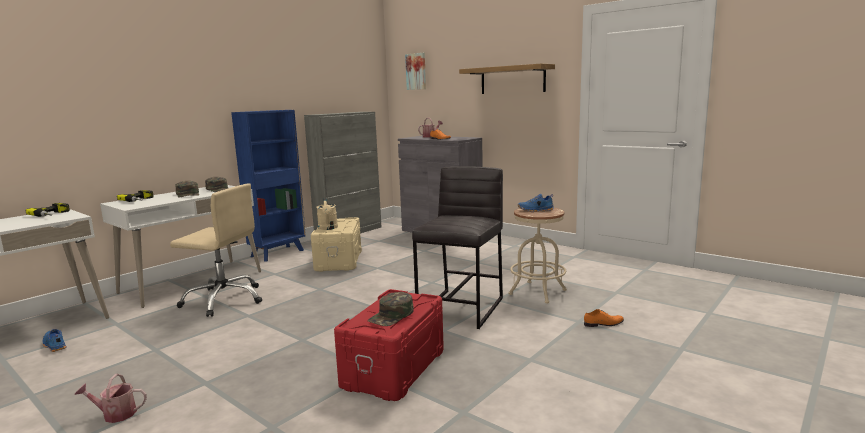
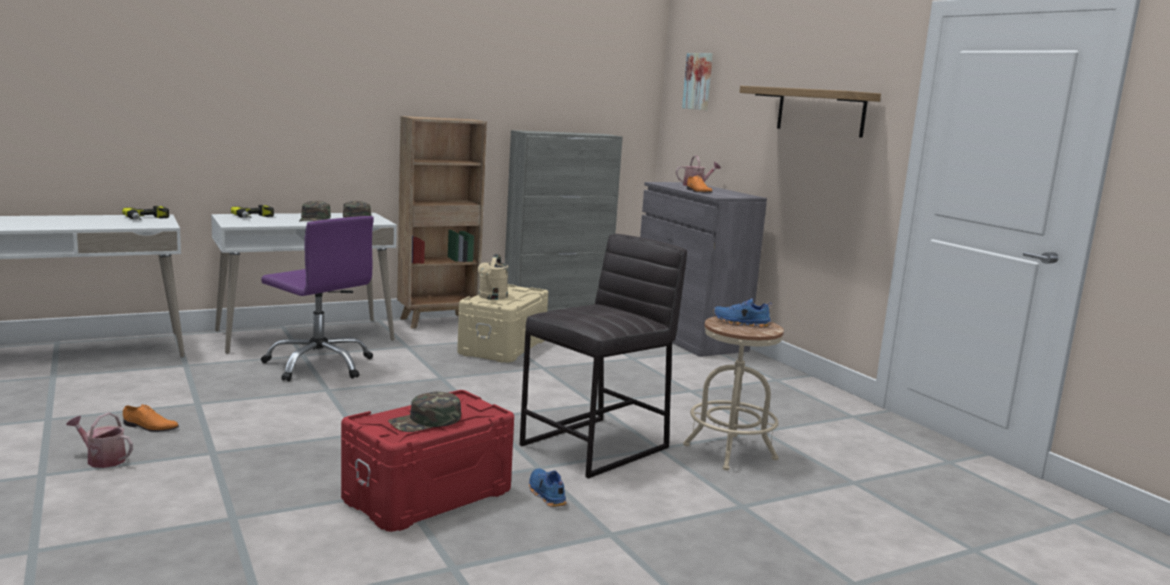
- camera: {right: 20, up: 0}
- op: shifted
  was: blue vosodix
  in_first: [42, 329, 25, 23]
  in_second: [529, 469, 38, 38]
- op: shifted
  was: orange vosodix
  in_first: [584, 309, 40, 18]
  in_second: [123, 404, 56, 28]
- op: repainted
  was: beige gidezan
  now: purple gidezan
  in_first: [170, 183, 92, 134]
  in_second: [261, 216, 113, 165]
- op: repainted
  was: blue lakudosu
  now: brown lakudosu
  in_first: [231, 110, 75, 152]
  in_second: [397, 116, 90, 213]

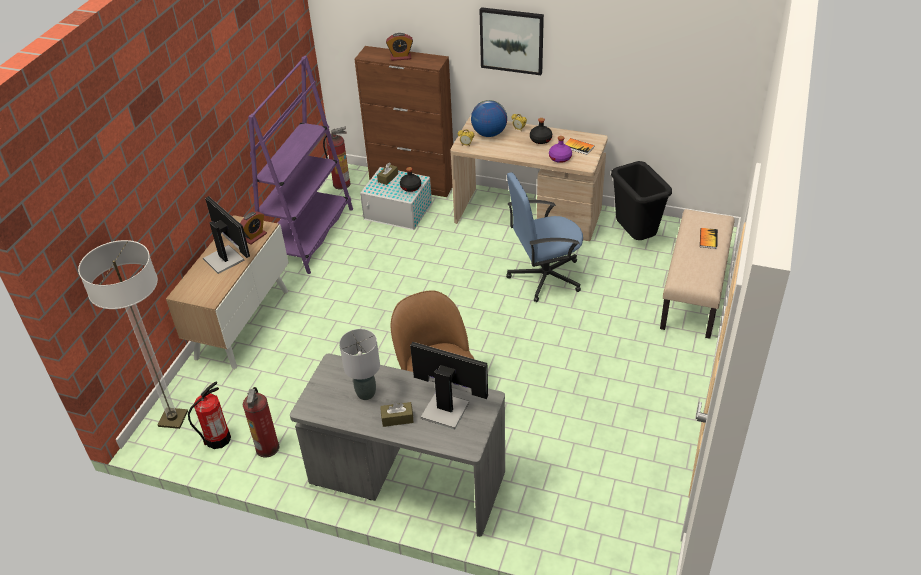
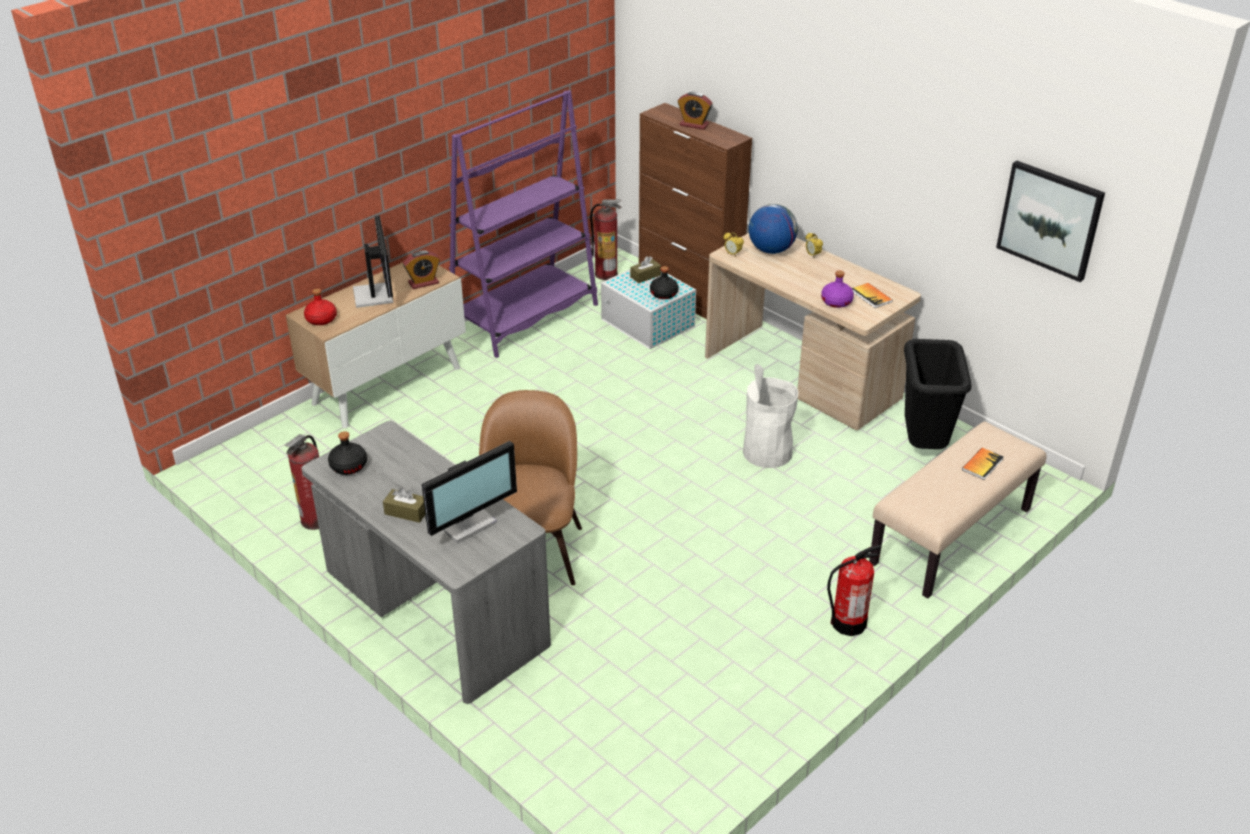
- camera: {right: 25, up: -5}
- op: gone
  was: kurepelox
  in_first: [78, 240, 110, 189]
- op: gone
  was: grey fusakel
  in_first: [339, 329, 41, 71]
- op: new
  now: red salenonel
  in_second: [304, 288, 33, 37]
- op: shifted
  was: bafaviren
  in_first: [188, 381, 43, 68]
  in_second: [827, 545, 55, 91]
- op: shifted
  was: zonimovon
  in_first: [480, 7, 64, 68]
  in_second: [996, 161, 109, 121]
- op: shifted
  was: black salenonel
  in_first: [530, 118, 22, 26]
  in_second: [328, 431, 39, 44]
- op: swapped
  was: blue gidezan
  now: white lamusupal
  in_first: [506, 172, 77, 130]
  in_second: [743, 364, 55, 104]
- op: rotated
  was: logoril
  in_first: [410, 342, 78, 87]
  in_second: [422, 441, 95, 102]
  clockwise: 90

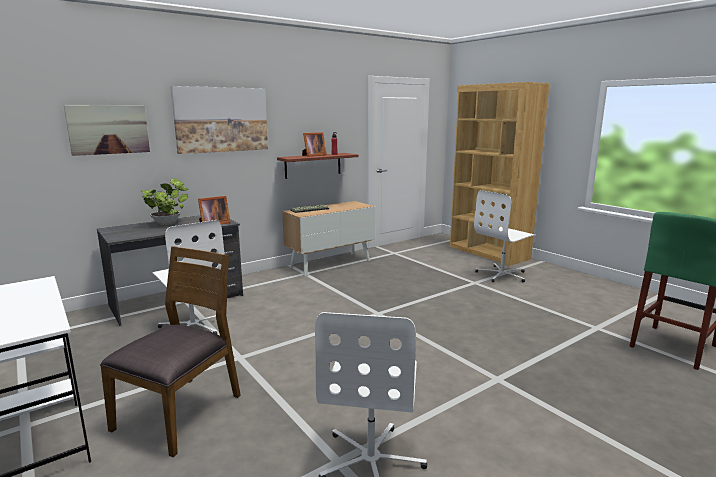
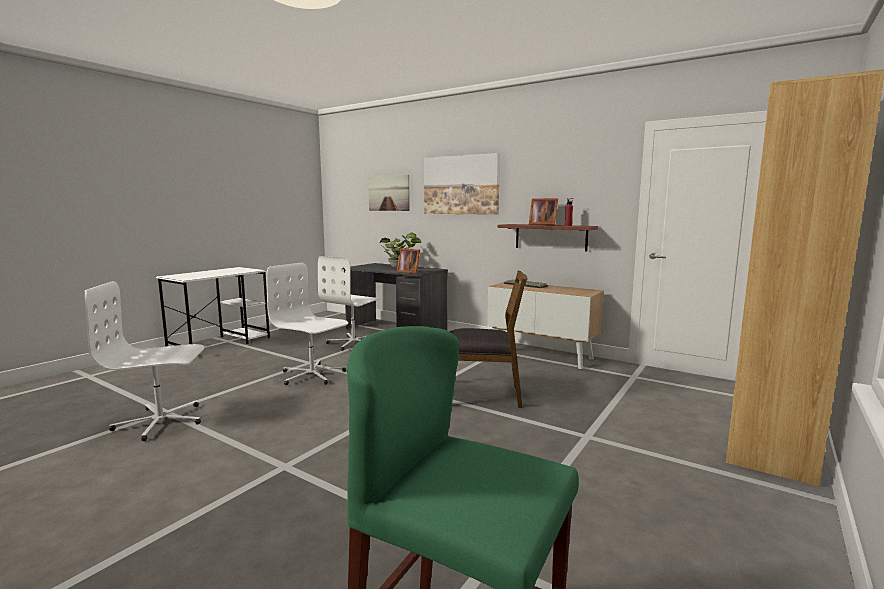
- camera: {right: 70, up: -5}
- op: shifted
  was: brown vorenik
  in_first: [100, 246, 141, 211]
  in_second: [449, 270, 78, 138]
- op: shifted
  was: white gidezan
  in_first: [474, 190, 62, 92]
  in_second: [266, 263, 82, 122]

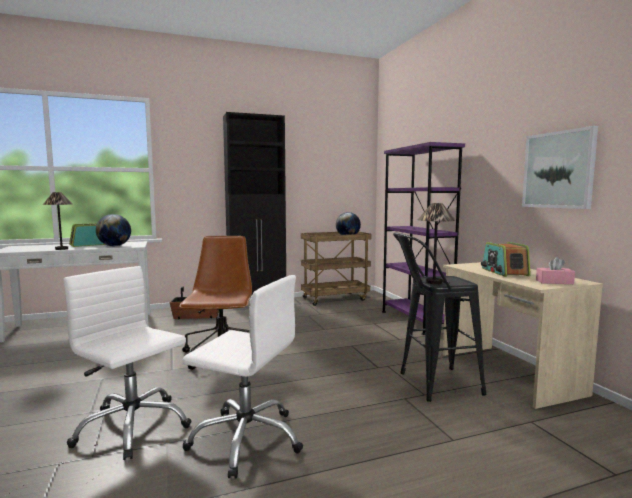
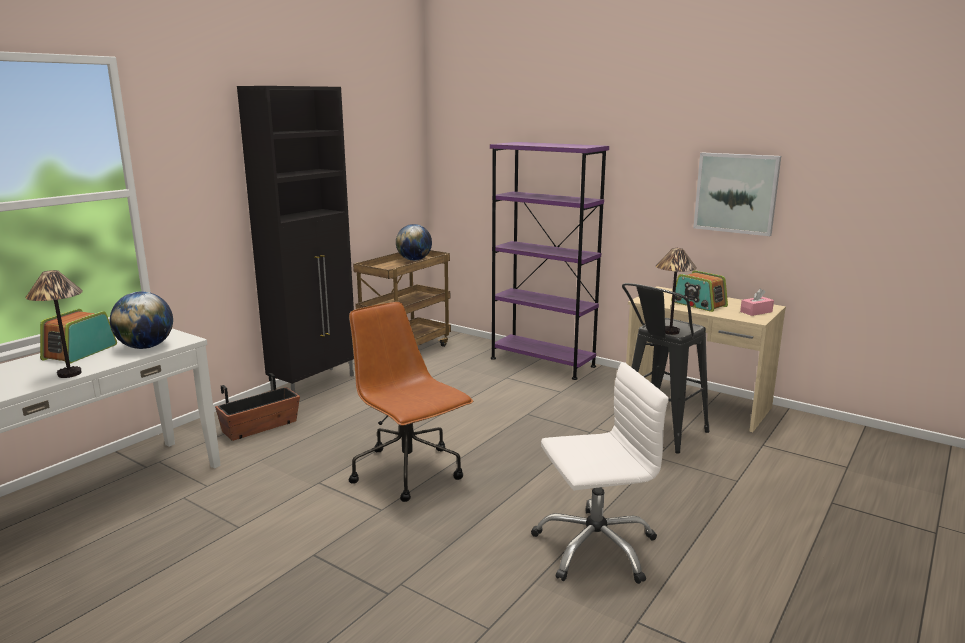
- camera: {right: -35, up: 10}
- op: gone
  was: white gidezan
  in_first: [63, 266, 129, 194]

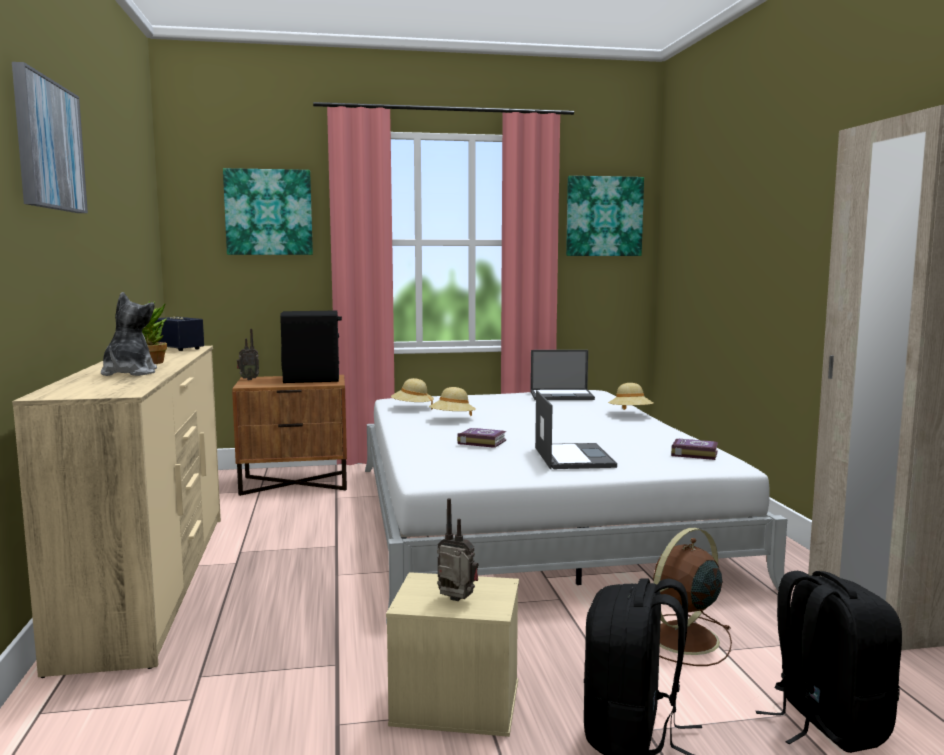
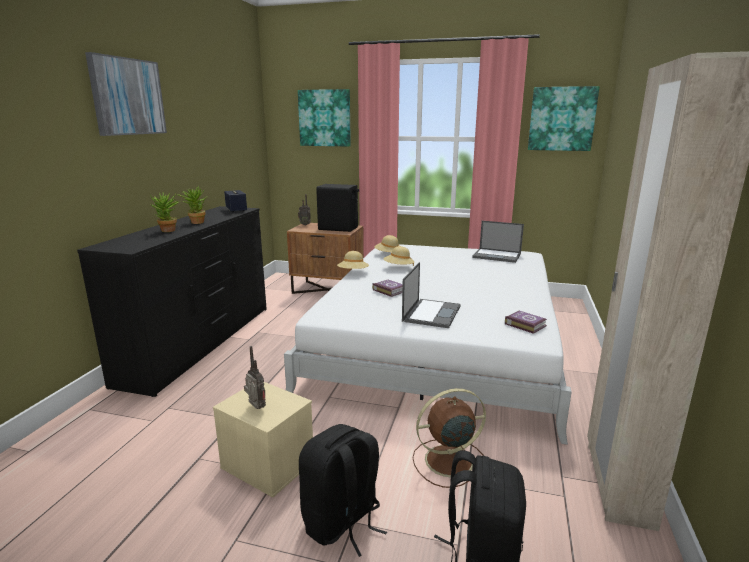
- camera: {right: 25, up: 10}
- op: shifted
  was: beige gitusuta
  in_first: [608, 383, 46, 27]
  in_second: [337, 251, 32, 18]
- op: swapped
  was: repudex
  now: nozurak
  in_first: [101, 292, 56, 84]
  in_second: [150, 192, 29, 40]
- op: repainted
  was: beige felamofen
  now: black felamofen
  in_first: [12, 346, 209, 332]
  in_second: [77, 206, 190, 191]

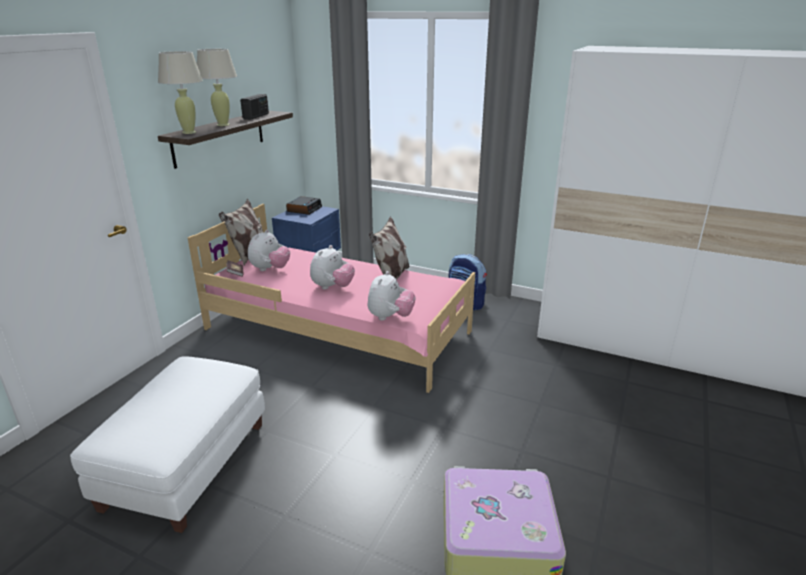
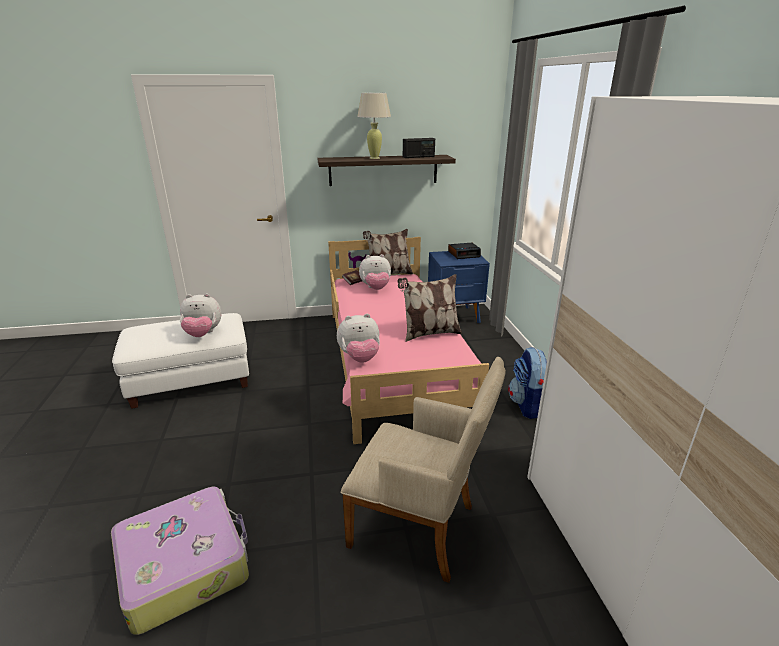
- camera: {right: 55, up: 0}
- op: gone
  was: beige fusakel
  in_first: [158, 51, 45, 83]
- op: new
  now: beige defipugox
  in_second: [341, 357, 165, 226]
- op: shifted
  was: repudex
  in_first: [310, 245, 45, 45]
  in_second: [180, 293, 42, 44]

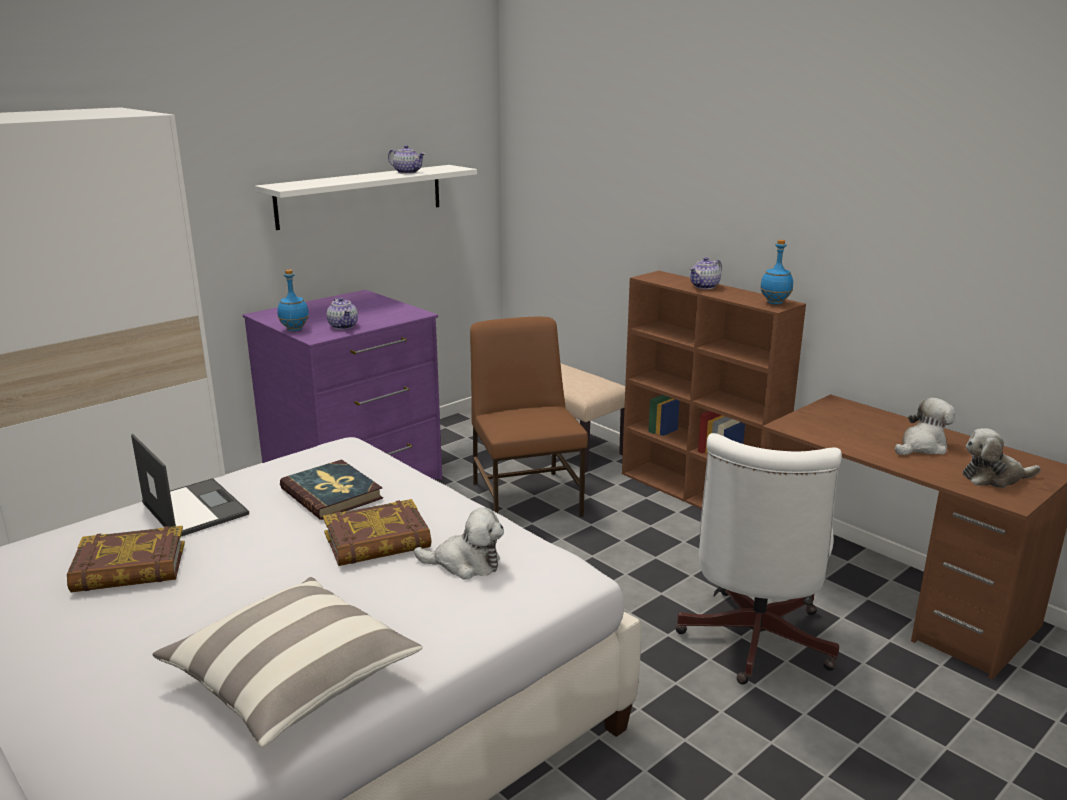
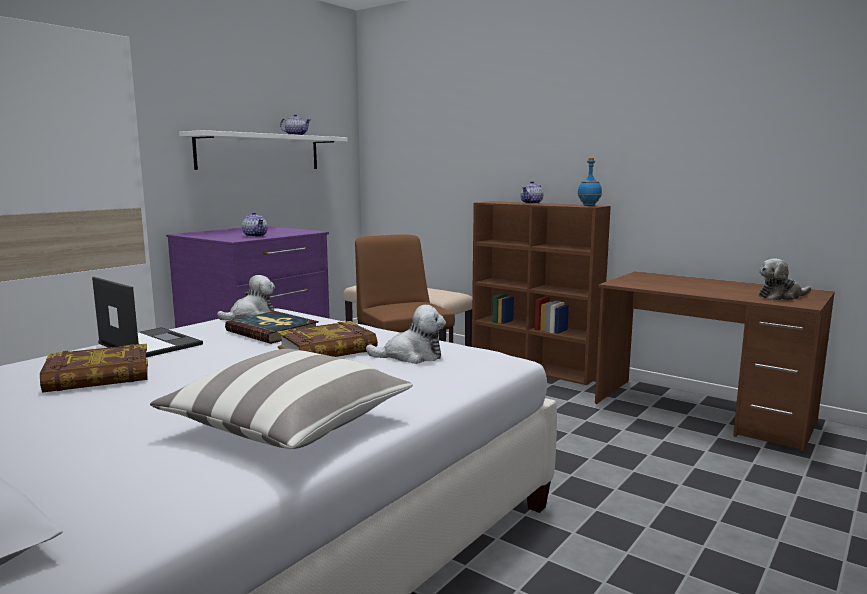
- camera: {right: -10, up: -10}
- op: gone
  was: blue salenonel
  in_first: [277, 270, 32, 61]
- op: gone
  was: white gidezan
  in_first: [675, 433, 167, 252]
- op: shifted
  was: repudex
  in_first: [895, 398, 60, 57]
  in_second: [217, 275, 58, 45]

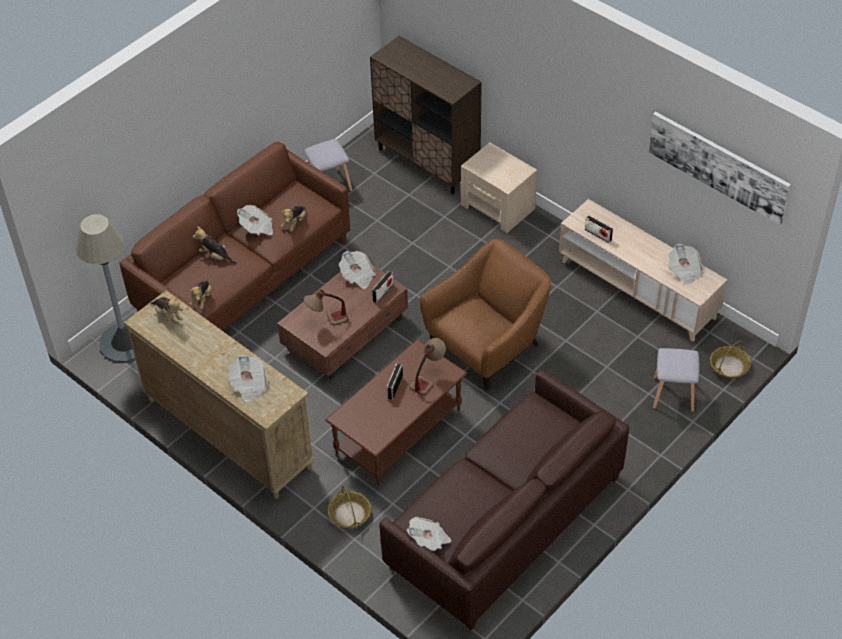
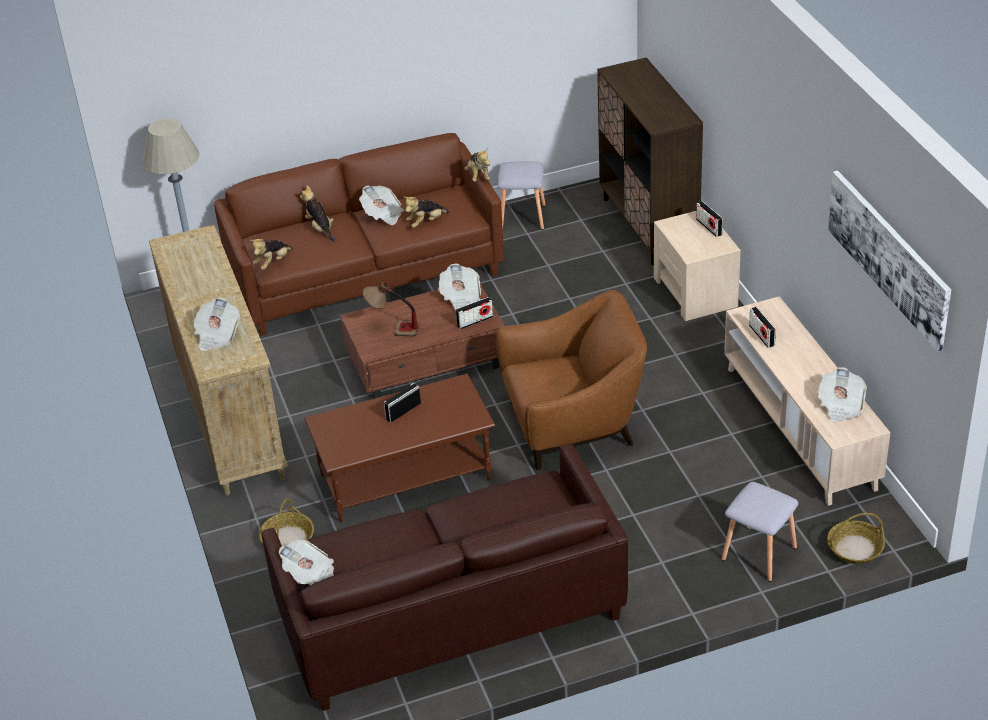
- camera: {right: 30, up: -10}
- op: gone
  was: fusakel
  in_first: [409, 338, 37, 57]
- op: new
  now: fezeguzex
  in_second: [696, 201, 27, 36]
- op: shifted
  was: repudex
  in_first: [150, 295, 33, 31]
  in_second: [464, 148, 26, 33]

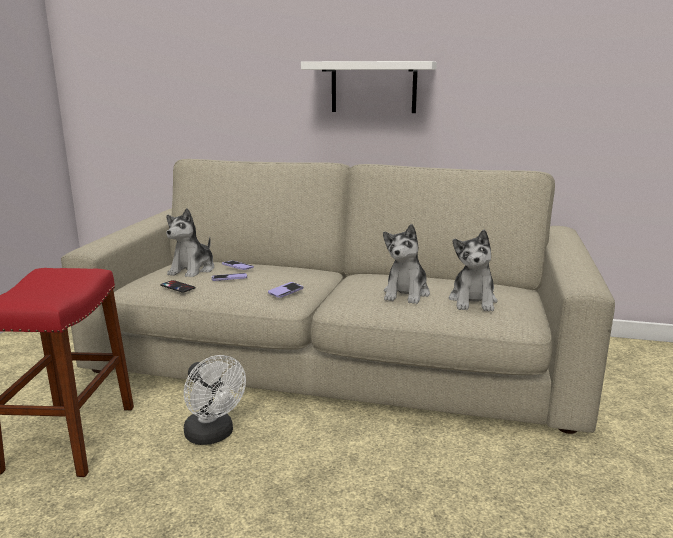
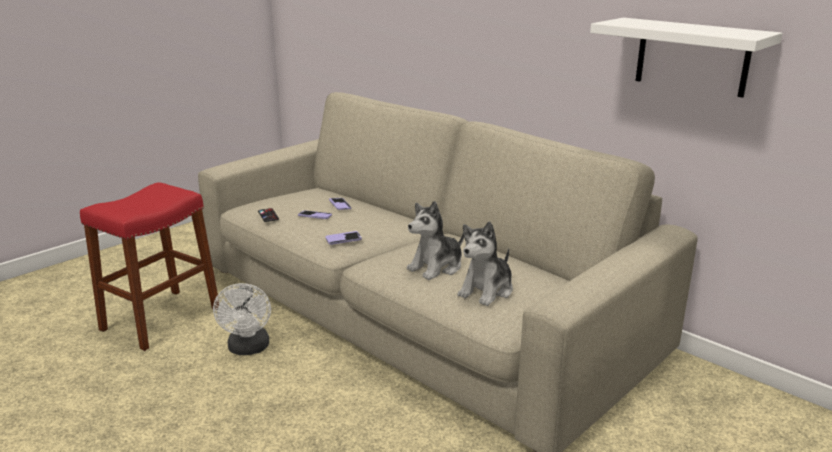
- camera: {right: 30, up: 5}
- op: gone
  was: repudex
  in_first: [166, 208, 48, 69]
- op: shifted
  was: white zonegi
  in_first: [301, 61, 136, 52]
  in_second: [590, 17, 193, 81]

